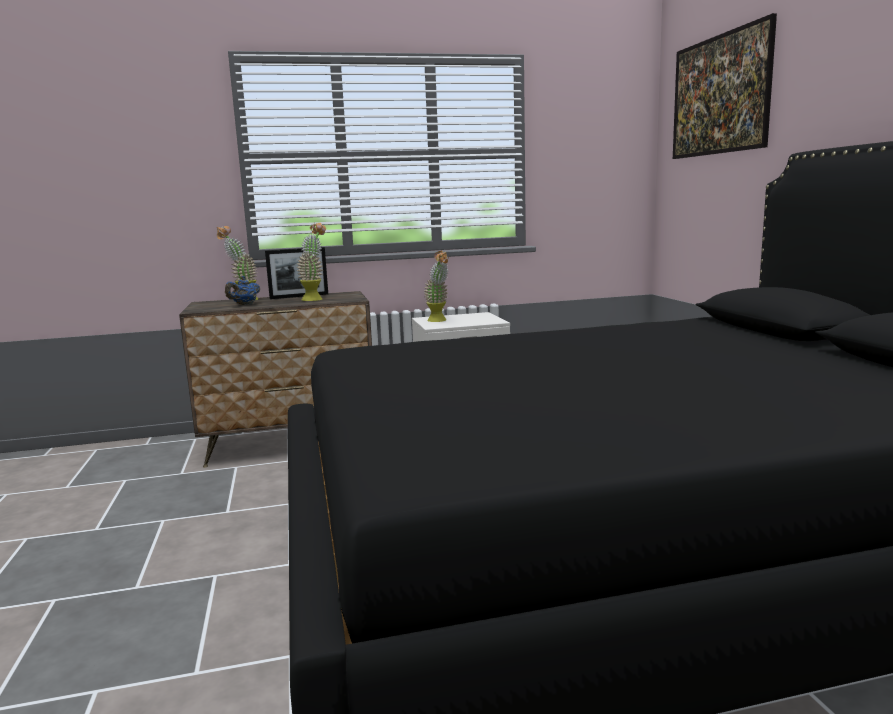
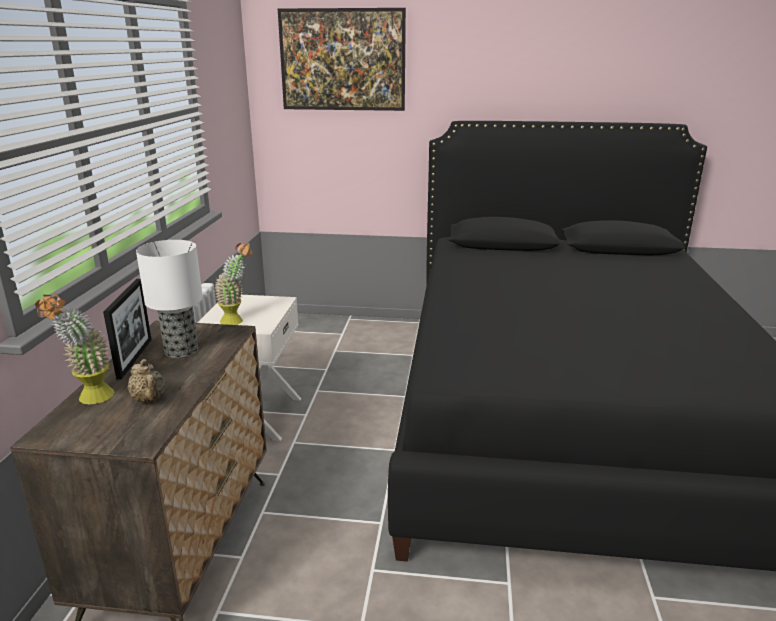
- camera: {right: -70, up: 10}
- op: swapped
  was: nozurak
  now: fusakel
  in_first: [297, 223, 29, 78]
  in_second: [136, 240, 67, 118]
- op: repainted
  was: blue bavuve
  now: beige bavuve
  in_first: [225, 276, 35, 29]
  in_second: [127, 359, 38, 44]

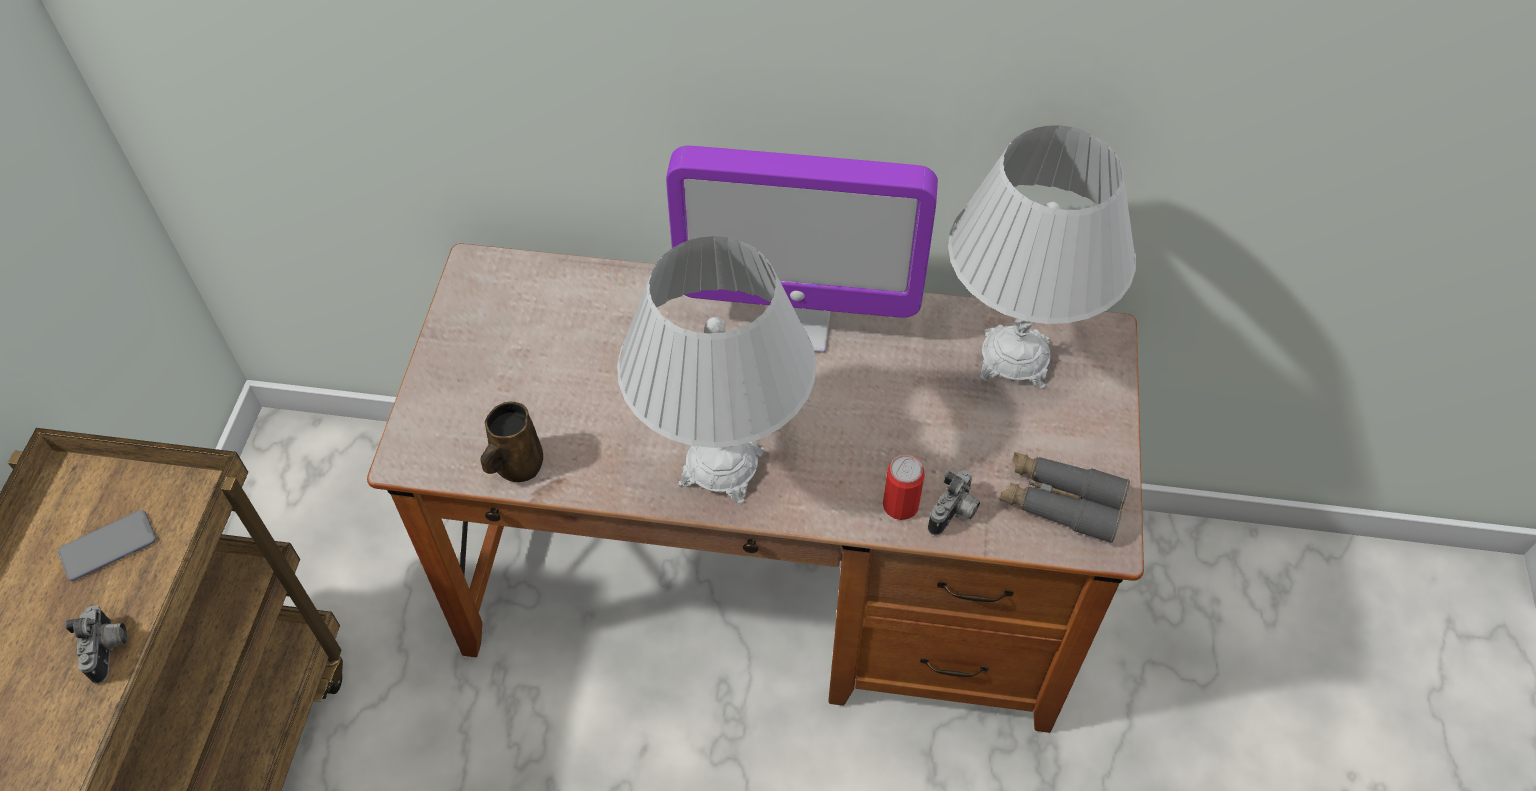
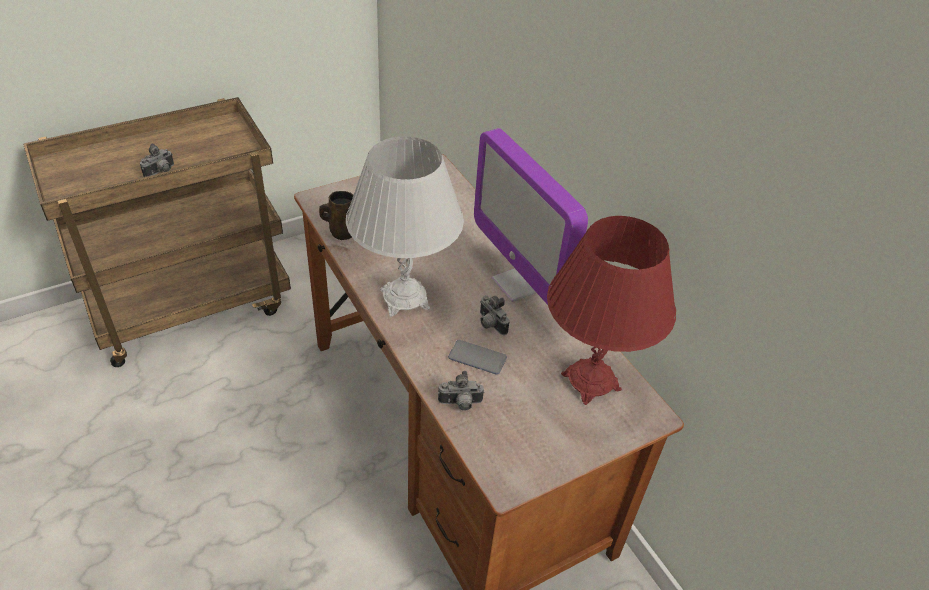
- camera: {right: 50, up: -10}
- op: gone
  was: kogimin
  in_first: [883, 455, 42, 65]
- op: gone
  was: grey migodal
  in_first: [999, 452, 131, 91]
- op: new
  now: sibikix
  in_second: [480, 295, 29, 40]
- op: shifted
  was: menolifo
  in_first: [58, 510, 99, 71]
  in_second: [448, 340, 59, 35]
- op: repainted
  was: white fusakel
  now: red fusakel
  in_first: [948, 125, 188, 263]
  in_second: [547, 216, 129, 189]

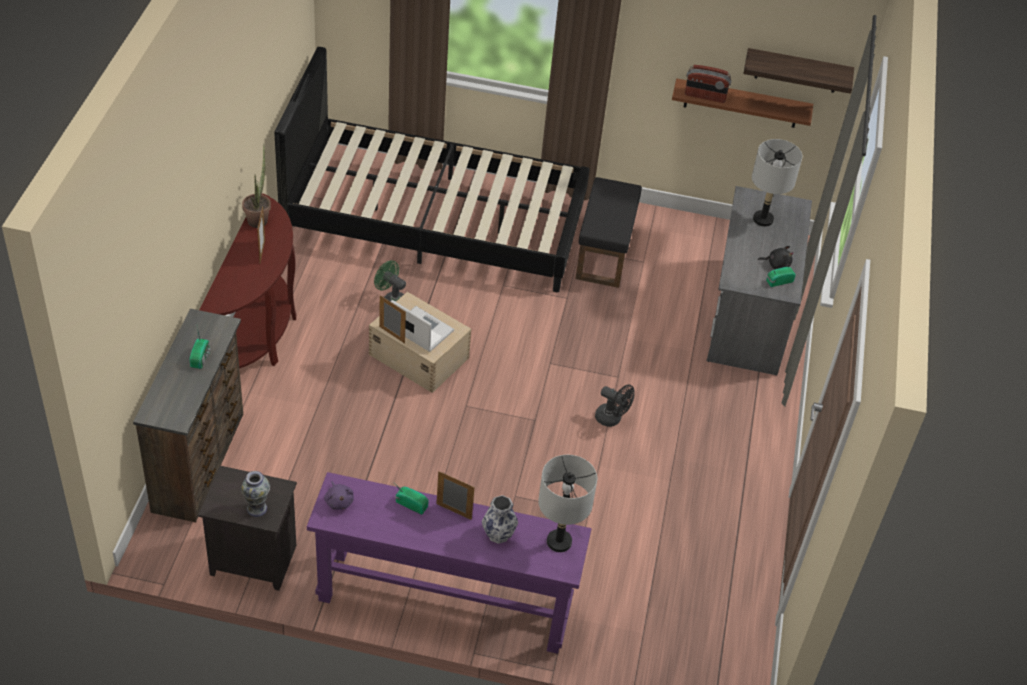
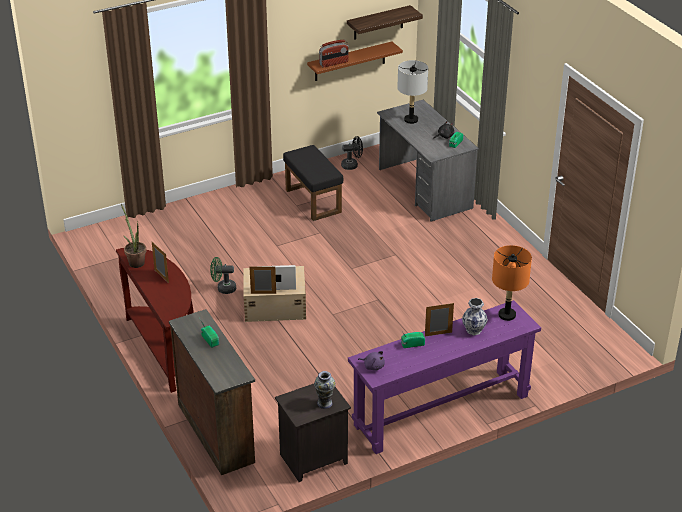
- camera: {right: -35, up: -10}
- op: gone
  was: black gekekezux
  in_first: [274, 47, 316, 245]
- op: shifted
  was: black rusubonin
  in_first: [595, 385, 40, 42]
  in_second: [341, 136, 22, 34]
- op: repainted
  was: grey fusakel
  now: orange fusakel
  in_first: [538, 455, 59, 97]
  in_second: [492, 245, 40, 76]

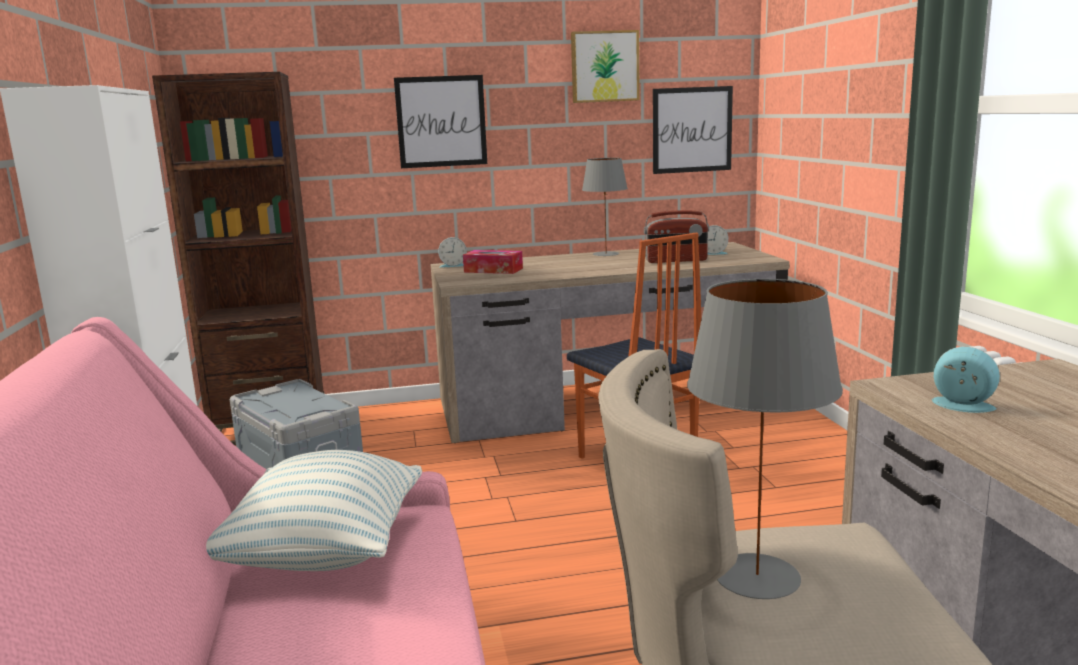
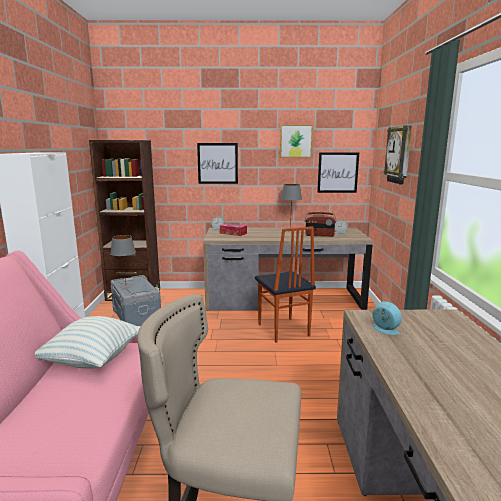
- camera: {right: 10, up: 0}
- op: new
  now: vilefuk
  in_second: [384, 125, 28, 60]
- op: shifted
  was: grey fusakel
  in_first: [687, 279, 156, 320]
  in_second: [110, 235, 26, 53]

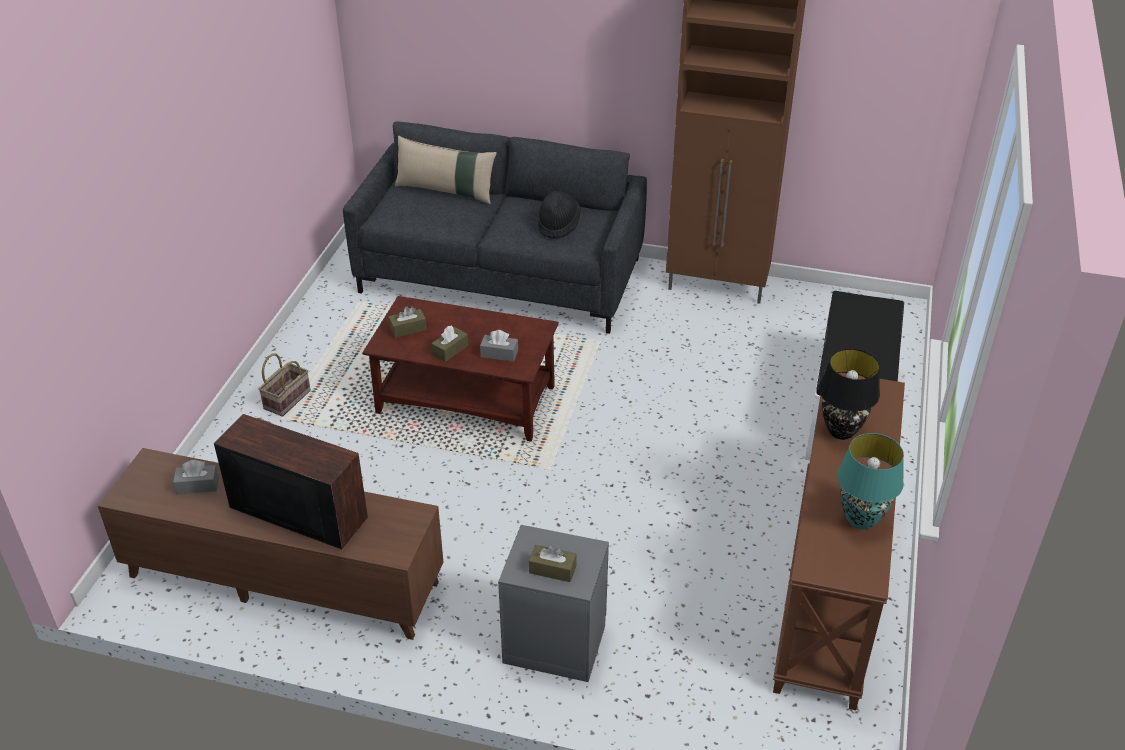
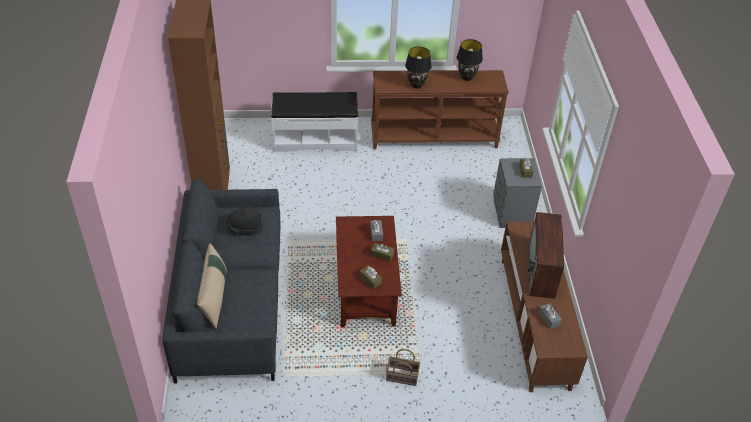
- camera: {right: -110, up: 5}
- op: repainted
  was: turquoise fusakel
  now: black fusakel
  in_first: [837, 433, 67, 97]
  in_second: [457, 39, 26, 42]

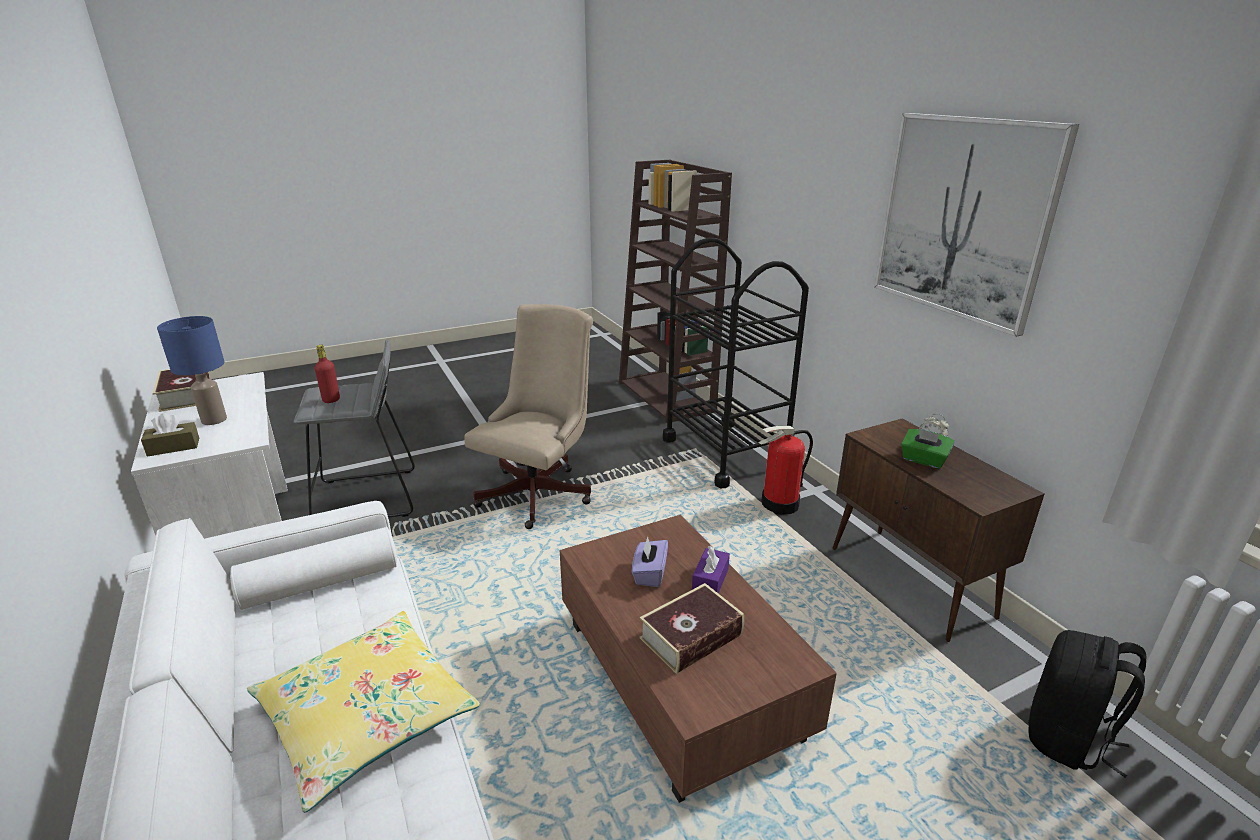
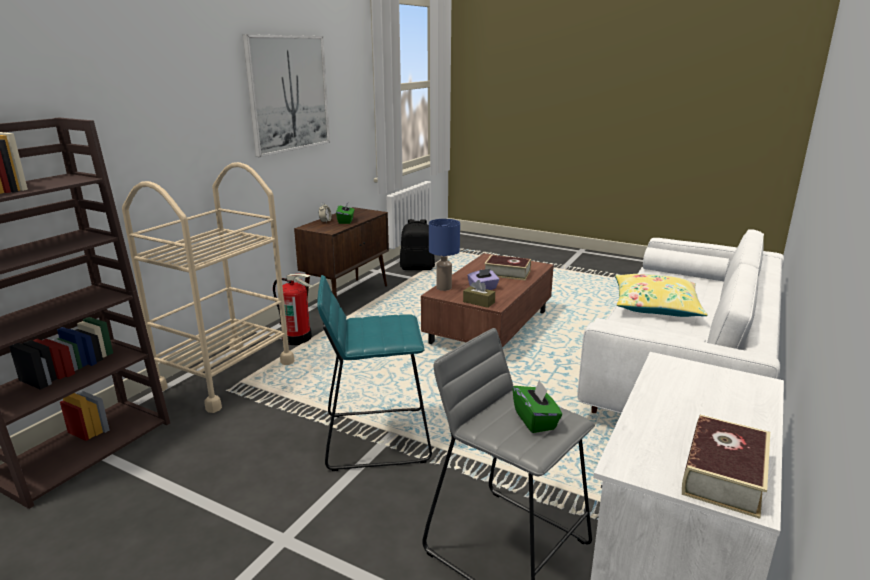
- camera: {right: -125, up: -5}
- op: gone
  was: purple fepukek
  in_first: [692, 546, 38, 47]
- op: shifted
  was: brown fepukek
  in_first: [141, 413, 58, 44]
  in_second: [463, 280, 32, 28]
- op: shifted
  was: blue fusakel
  in_first: [157, 316, 70, 109]
  in_second: [429, 219, 31, 72]
- op: swapped
  was: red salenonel
  now: green fepukek
  in_first: [315, 345, 25, 58]
  in_second: [512, 379, 50, 54]
- op: swapped
  was: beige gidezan
  now: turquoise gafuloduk
  in_first: [464, 304, 129, 225]
  in_second: [317, 275, 115, 196]
- op: repainted
  was: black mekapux
  now: beige mekapux
  in_first: [663, 238, 146, 251]
  in_second: [122, 162, 172, 251]

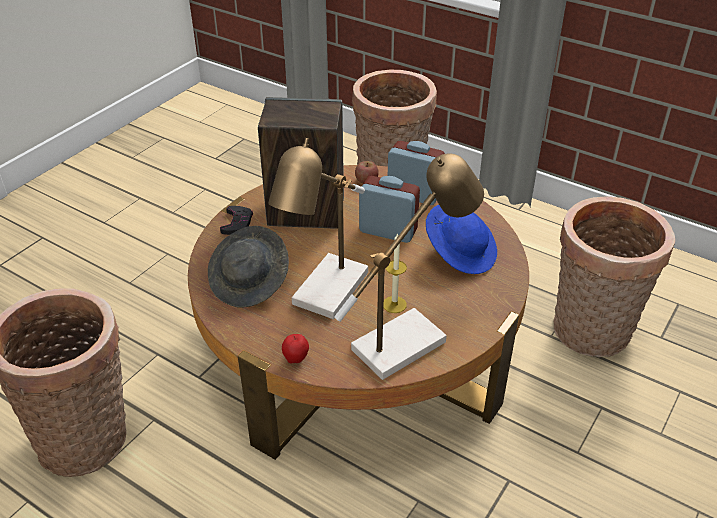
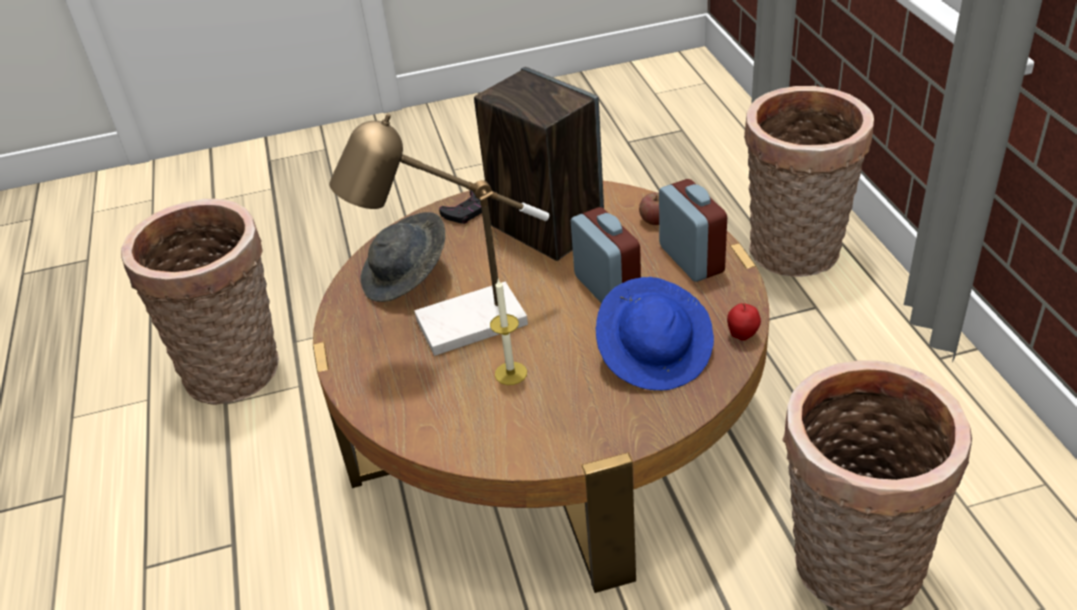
- camera: {right: 45, up: 0}
- op: gone
  was: fusakel
  in_first: [334, 153, 150, 227]
- op: shifted
  was: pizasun
  in_first: [282, 334, 27, 29]
  in_second: [727, 303, 34, 38]

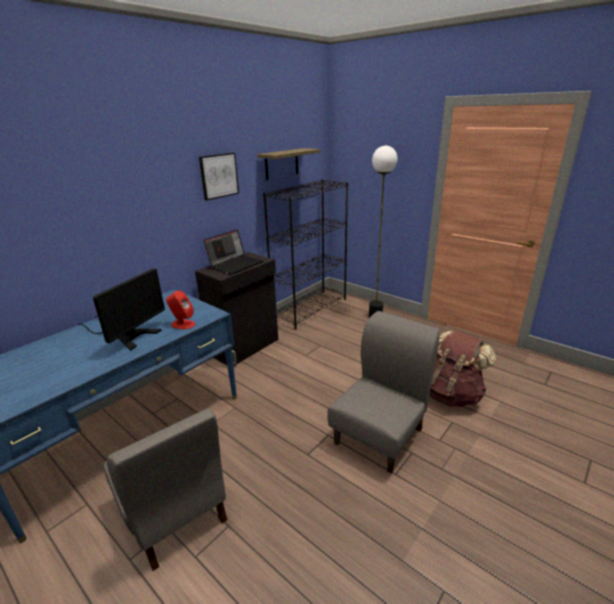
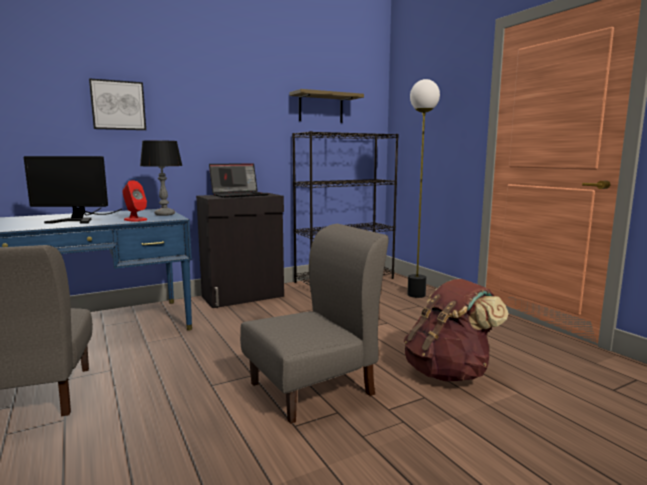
- camera: {right: 20, up: -15}
- op: new
  now: fusakel
  in_second: [140, 140, 43, 76]
- op: shifted
  was: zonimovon
  in_first: [199, 153, 40, 47]
  in_second: [89, 78, 57, 52]
- op: rotated
  was: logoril
  in_first: [78, 268, 87, 82]
  in_second: [24, 156, 98, 68]
  clockwise: 45

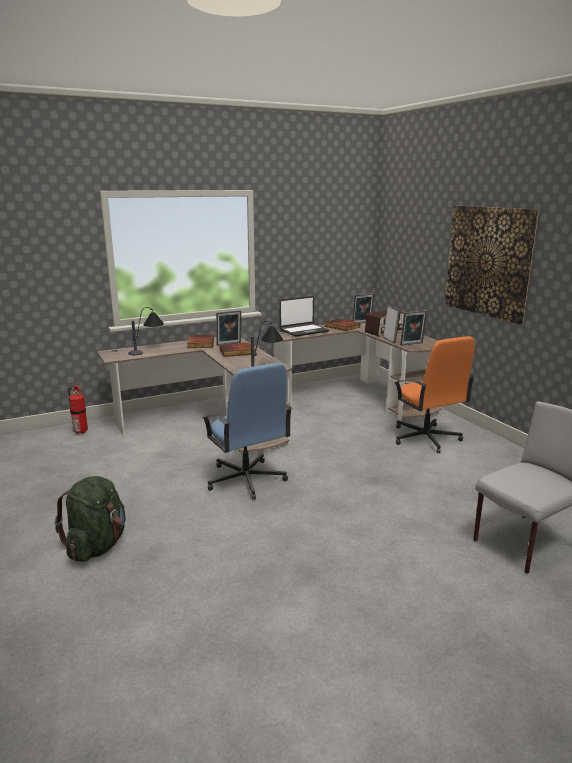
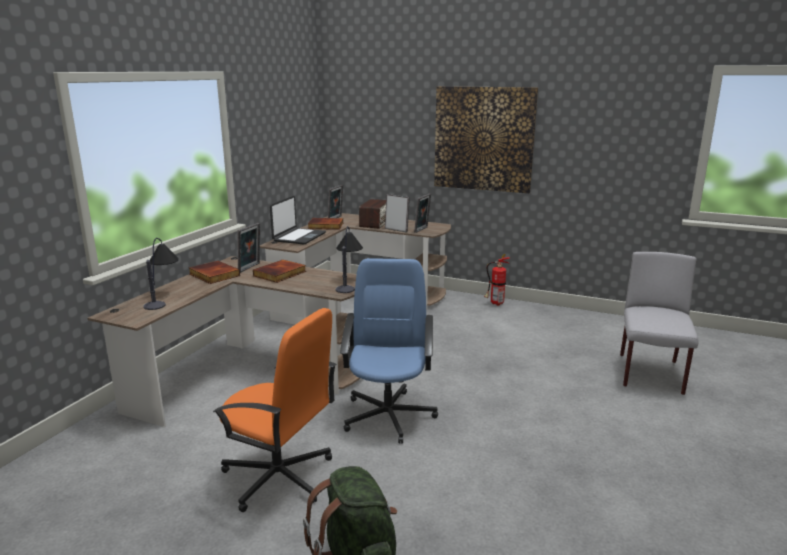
- camera: {right: -40, up: 0}
- op: shifted
  was: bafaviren
  in_first: [68, 383, 20, 51]
  in_second: [484, 254, 26, 52]
- op: shifted
  was: orange gidezan
  in_first: [394, 336, 81, 118]
  in_second: [213, 308, 123, 204]
- op: rotated
  was: blue gidezan
  in_first: [203, 363, 89, 137]
  in_second: [340, 258, 98, 186]
  clockwise: -105

